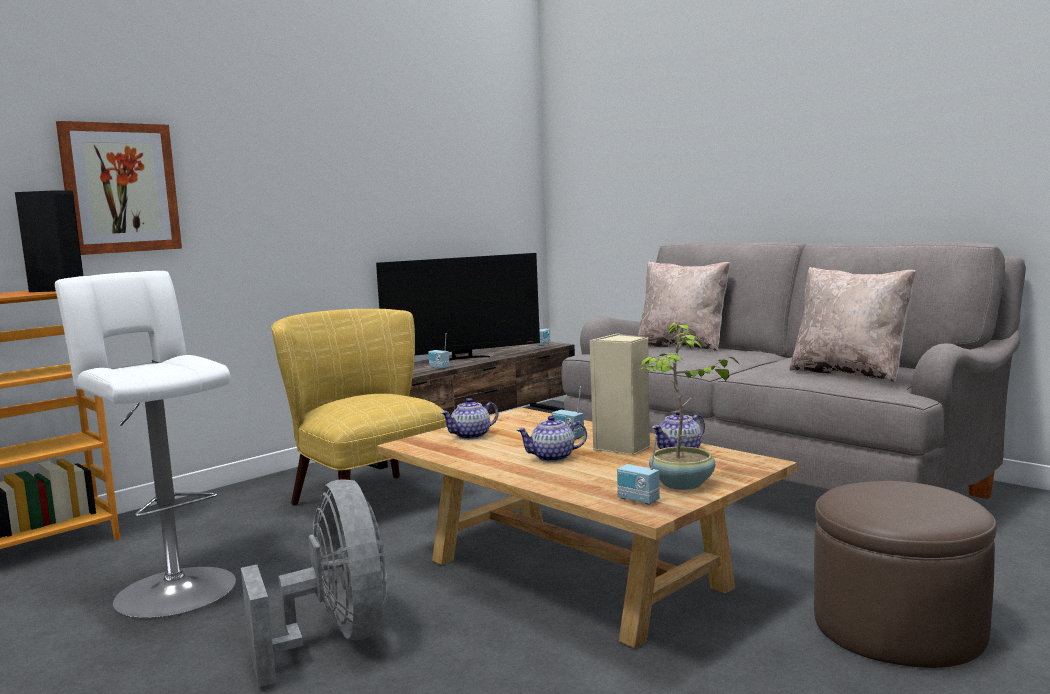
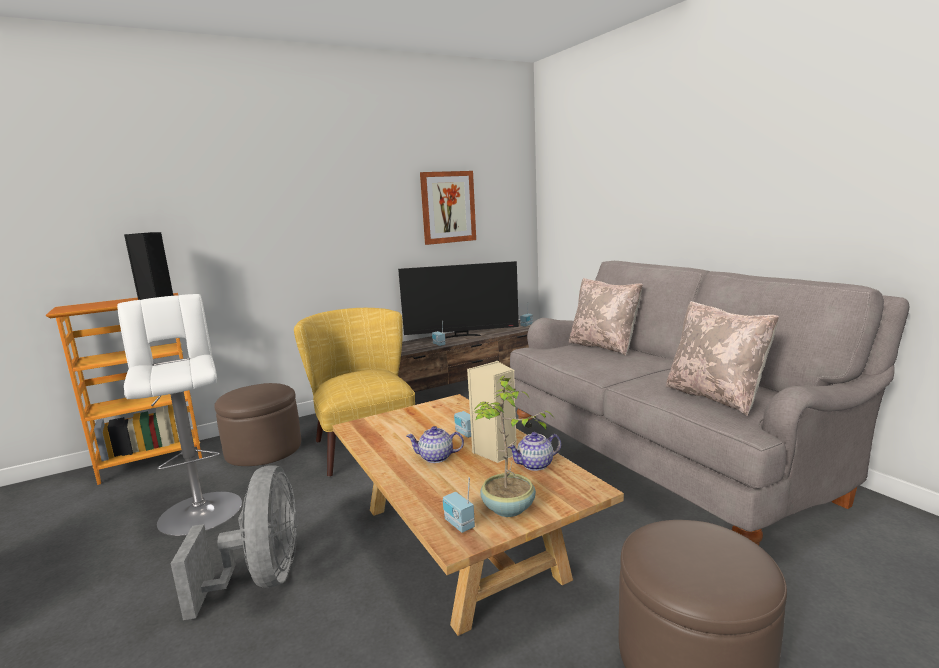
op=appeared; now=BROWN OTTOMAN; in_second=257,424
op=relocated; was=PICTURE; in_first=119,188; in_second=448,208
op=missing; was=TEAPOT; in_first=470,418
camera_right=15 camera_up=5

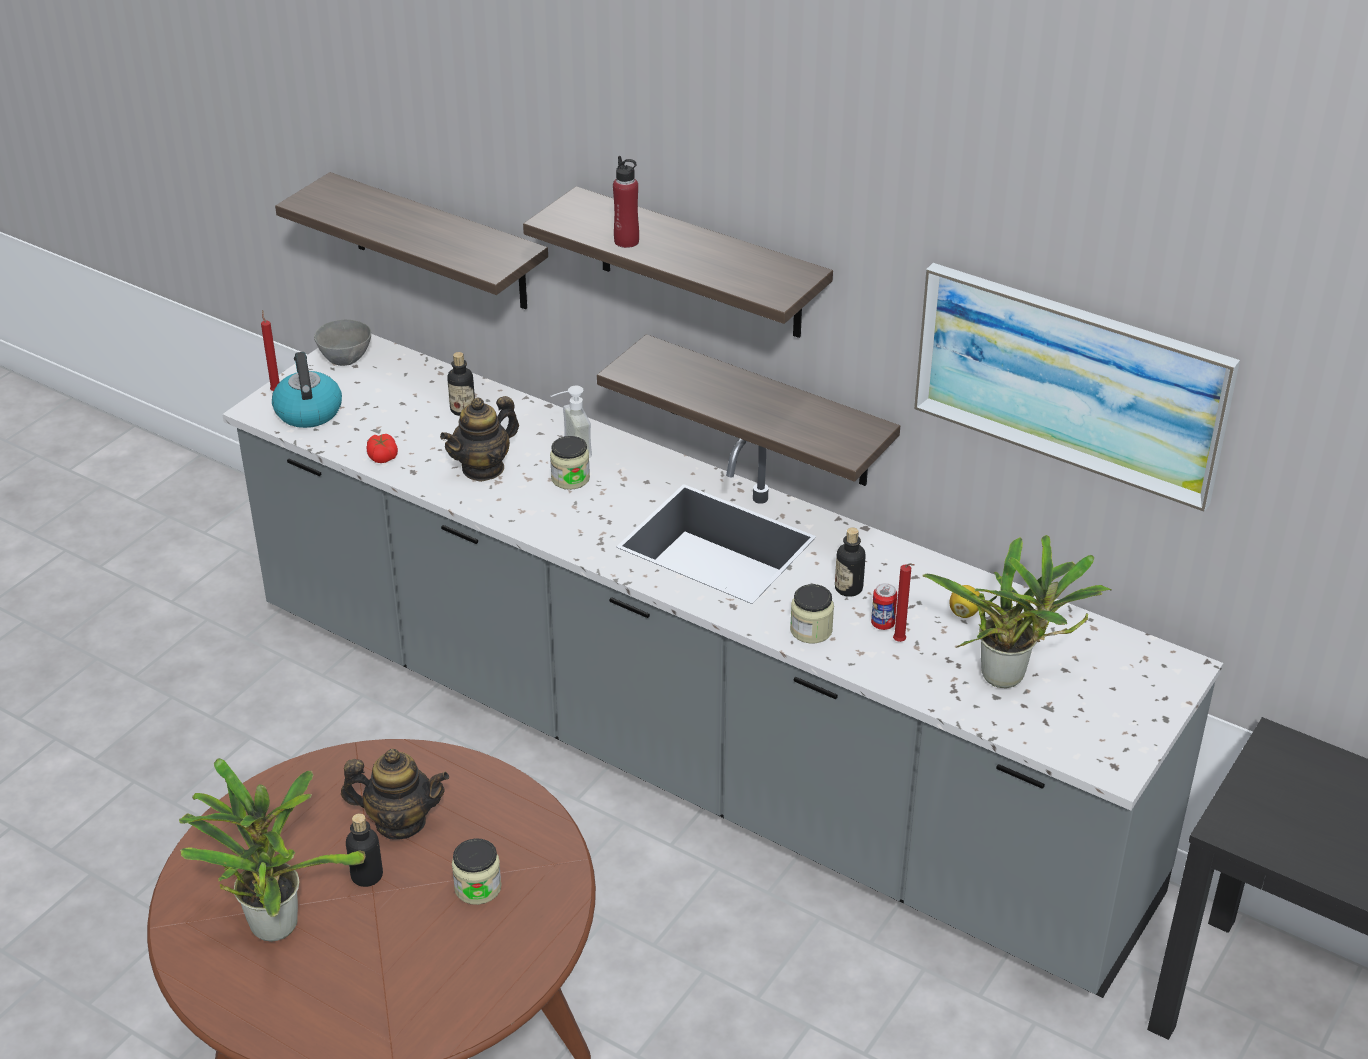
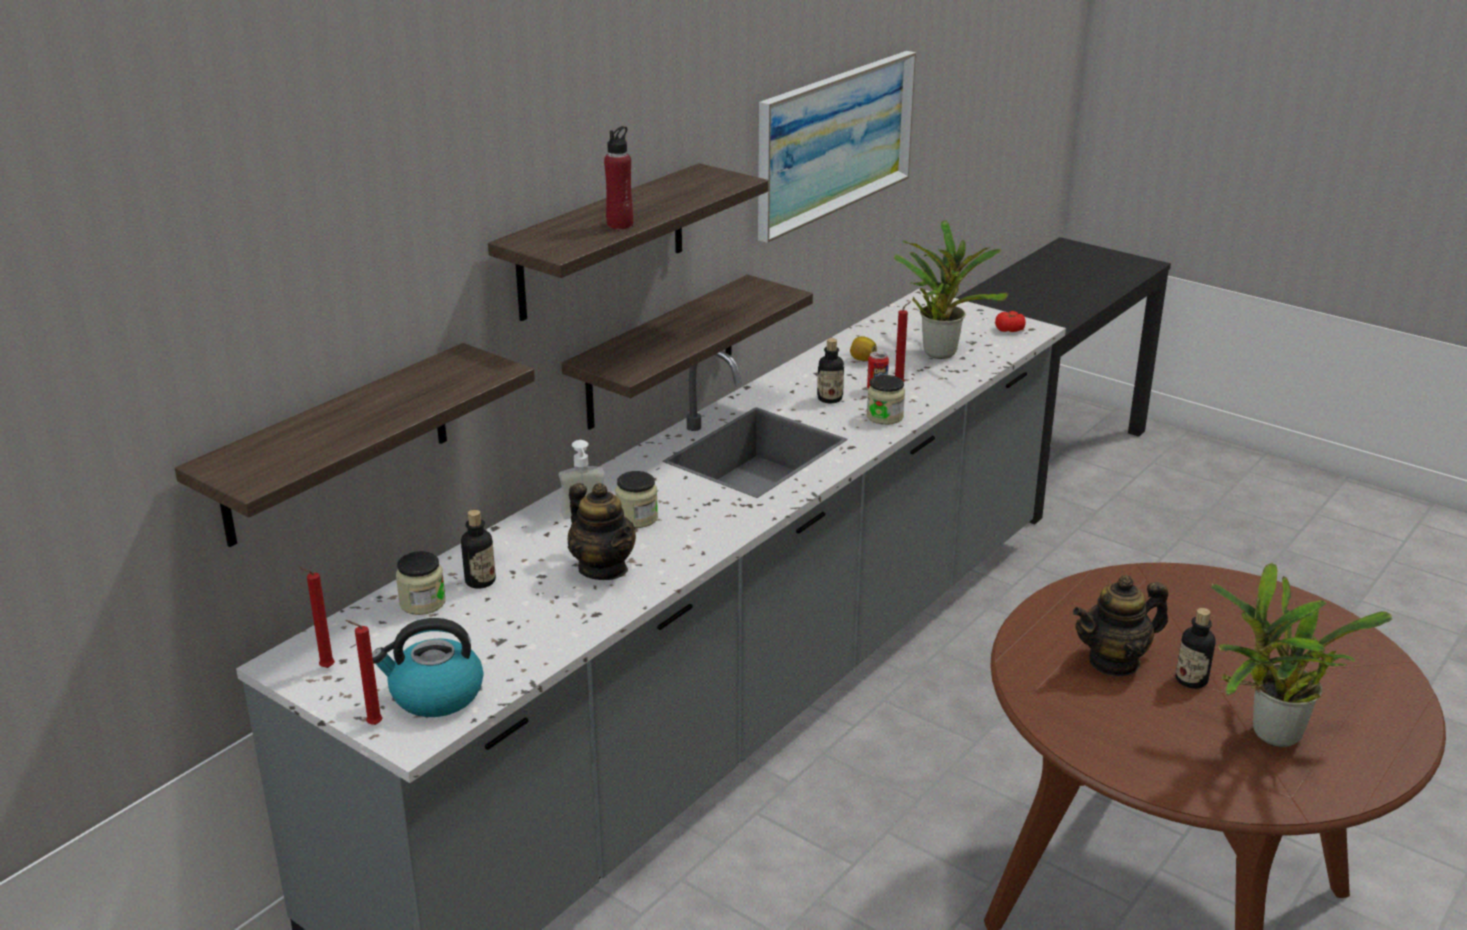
op=exchanged; was=GREY BOWL; now=RED CANDLE; in_first=342,343; in_second=316,617
op=relocated; was=JAR; in_first=477,871; in_second=421,583
op=relocated; was=TOMATO; in_first=382,448; in_second=1010,321
op=spun; was=TEAPOT; in_first=395,794; in_second=1120,625; clockwise=-120
camera_right=-85 camera_up=-10

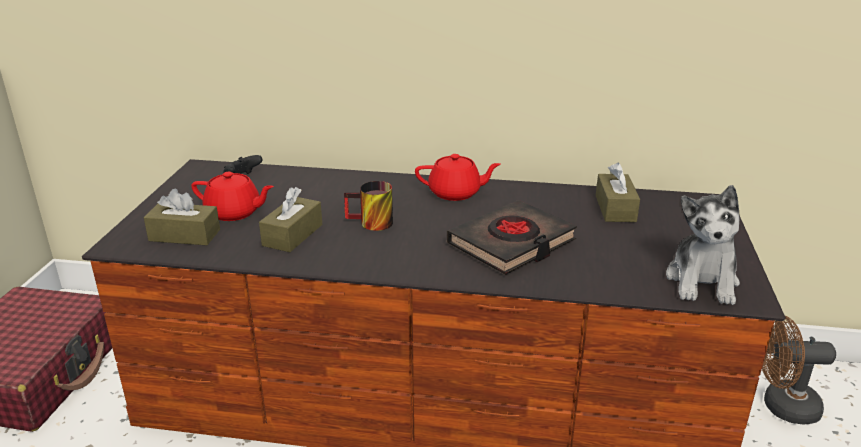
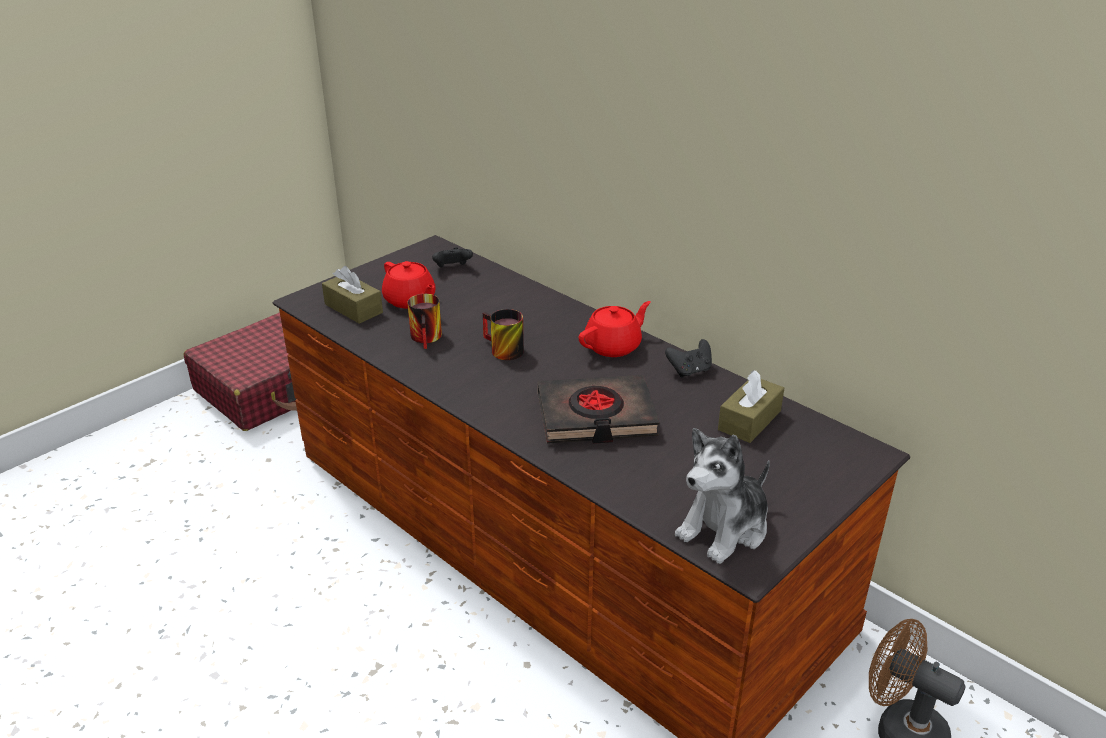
op=exchanged; was=BROWN TISSUE BOX; now=MUG; in_first=290,219; in_second=424,321
op=spun; was=RED TEAPOT; in_first=458,177; in_second=615,329; clockwise=-75
op=appeared; now=BLACK GAME CONTROLLER; in_second=688,358
camera_right=35 camera_up=5

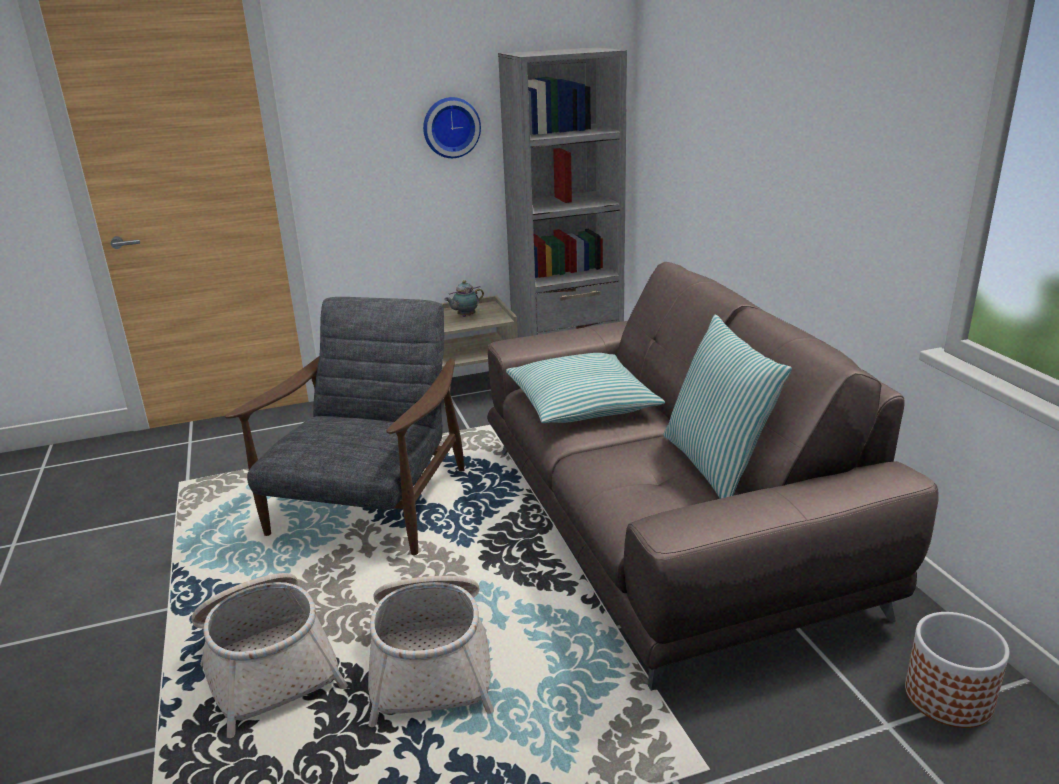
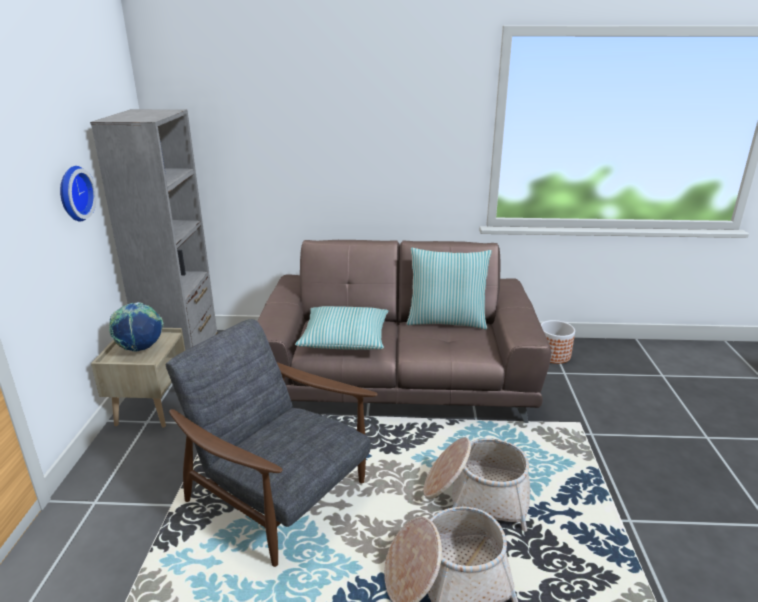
op=exchanged; was=TEAPOT; now=GLOBE; in_first=464,298; in_second=136,327
camera_right=-70 camera_up=0

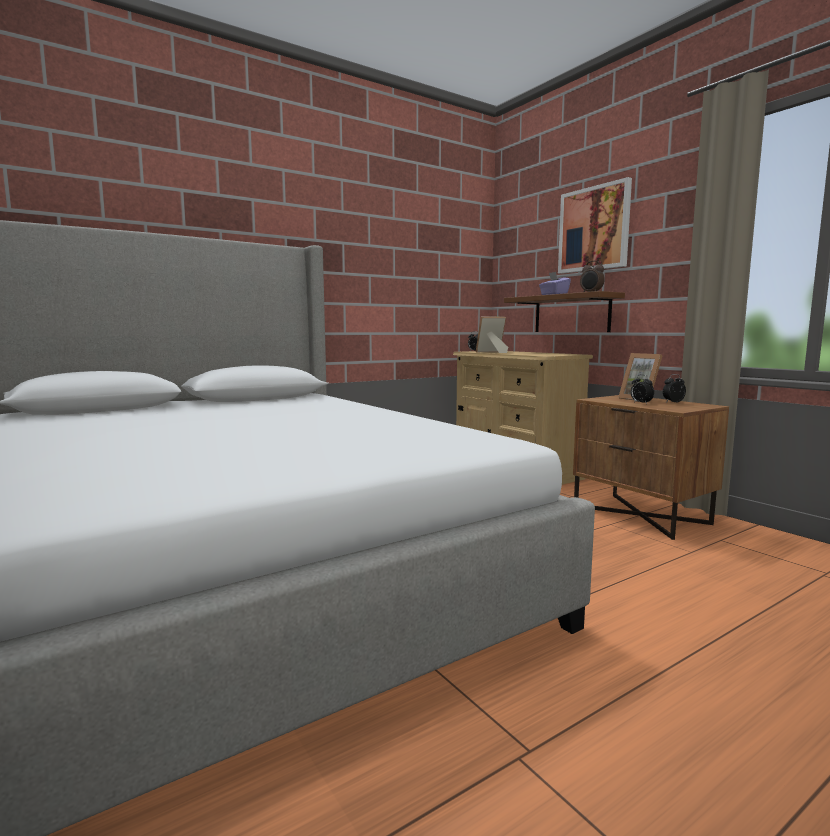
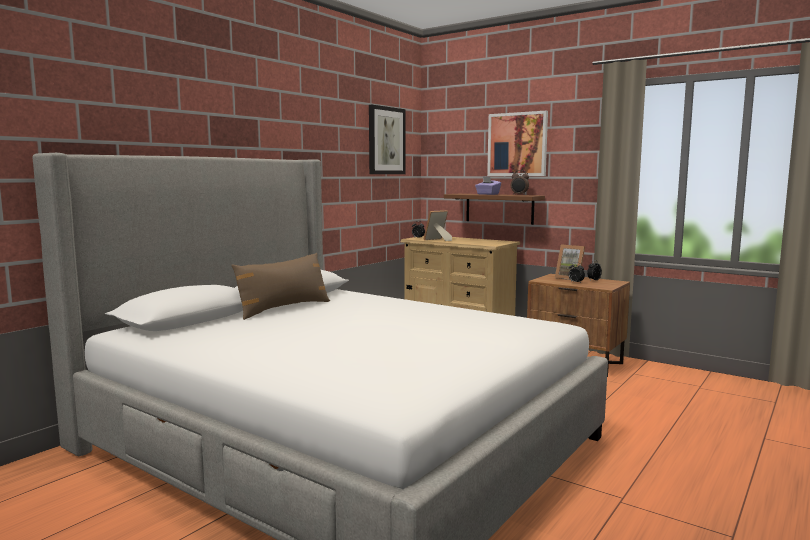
op=appeared; now=BROWN PILLOW; in_second=280,286
op=appeared; now=PICTURE; in_second=387,139
camera_right=-20 camera_up=0

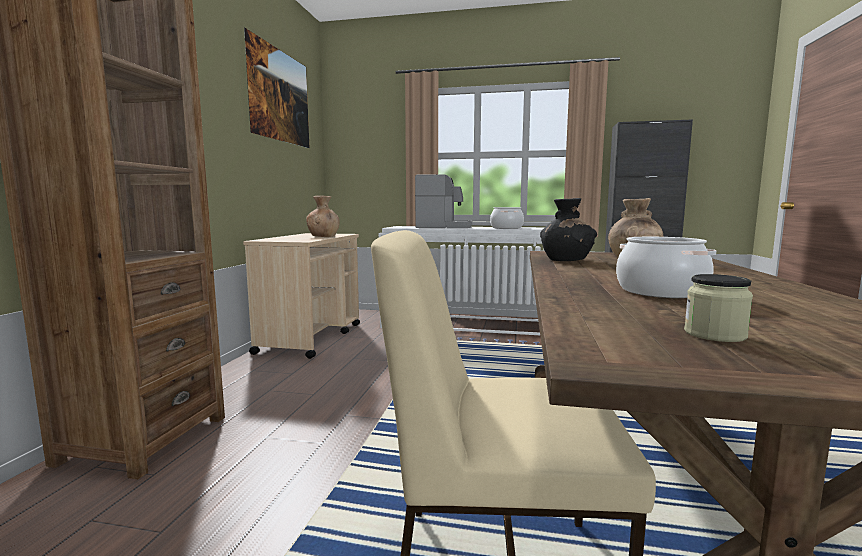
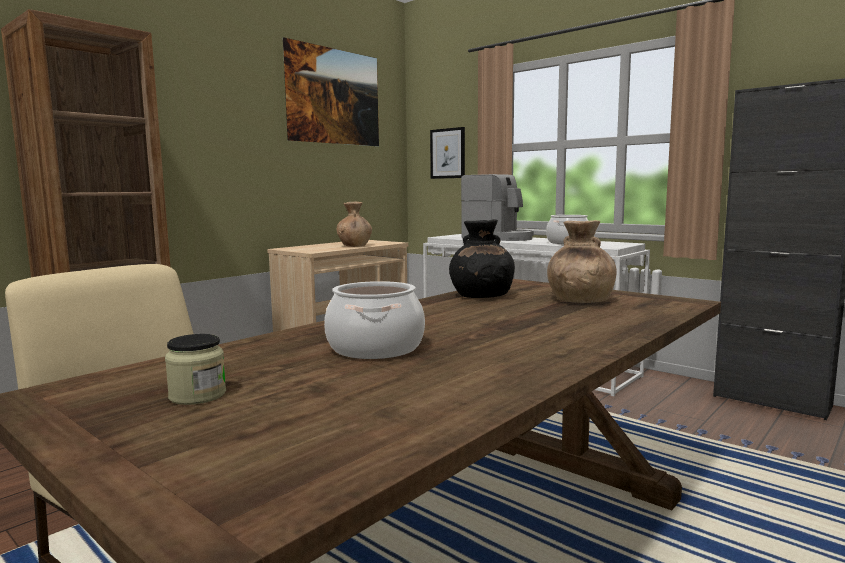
op=appeared; now=PICTURE; in_second=447,153
camera_right=30 camera_up=0

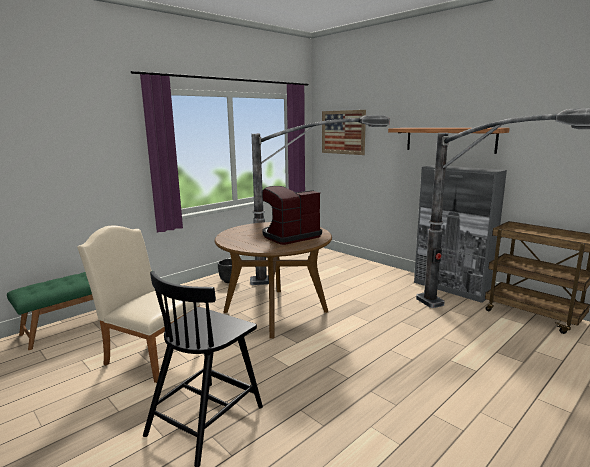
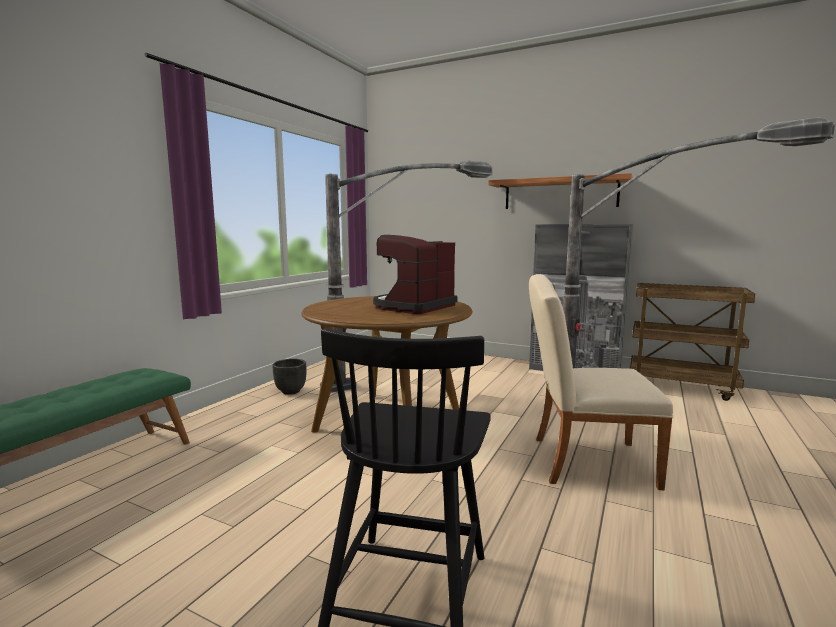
op=relocated; was=BEIGE CHAIR; in_first=138,304; in_second=601,382
op=missing; was=PICTURE; in_first=344,132
camera_right=-20 camera_up=-5

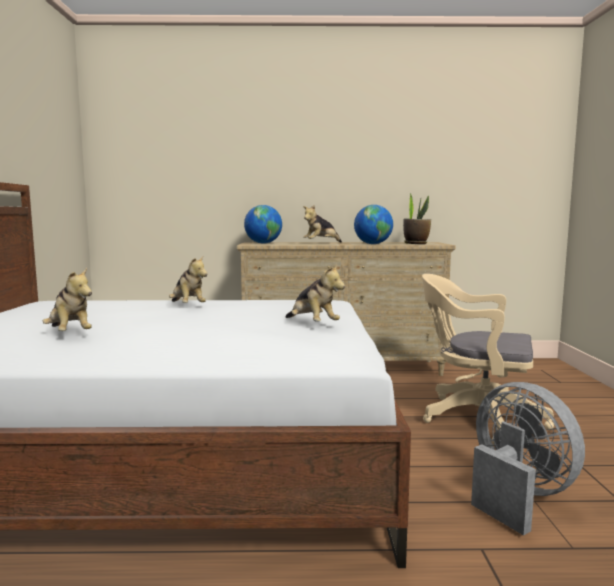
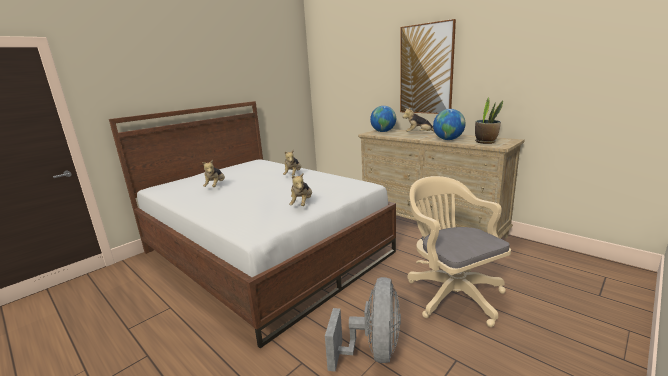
op=appeared; now=PICTURE; in_second=428,66
camera_right=45 camera_up=10

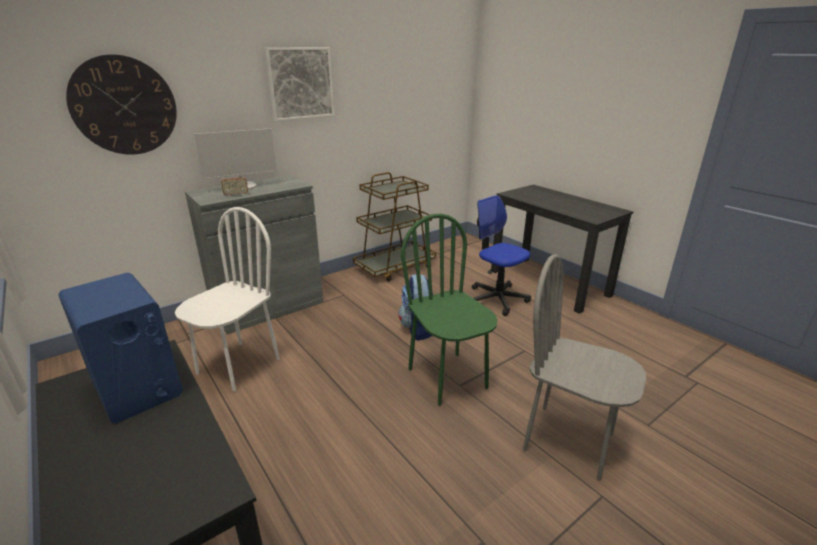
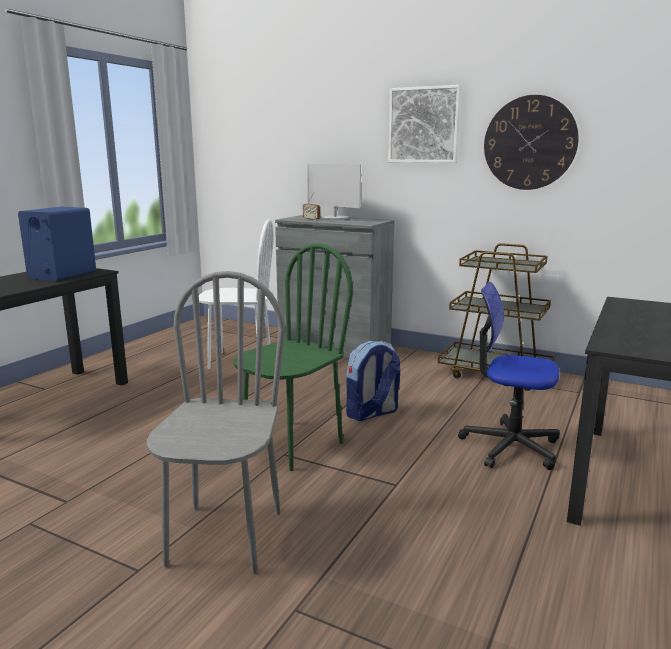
op=spun; was=OFFICE CHAIR; in_first=501,255; in_second=509,376; clockwise=-90
op=relocated; was=WALL CLOCK; in_first=121,104; in_second=531,142
camera_right=65 camera_up=-10

